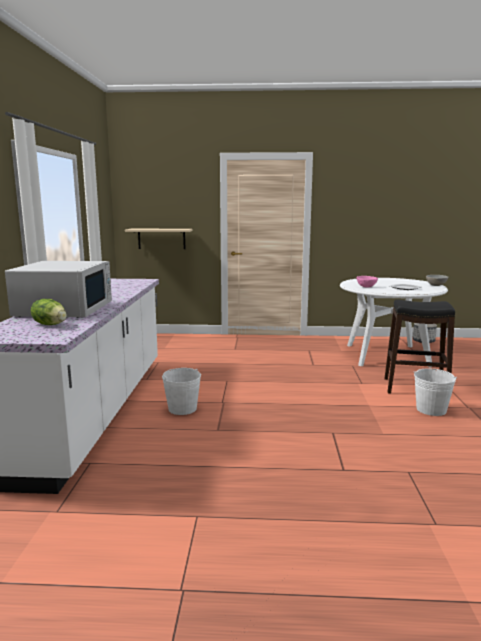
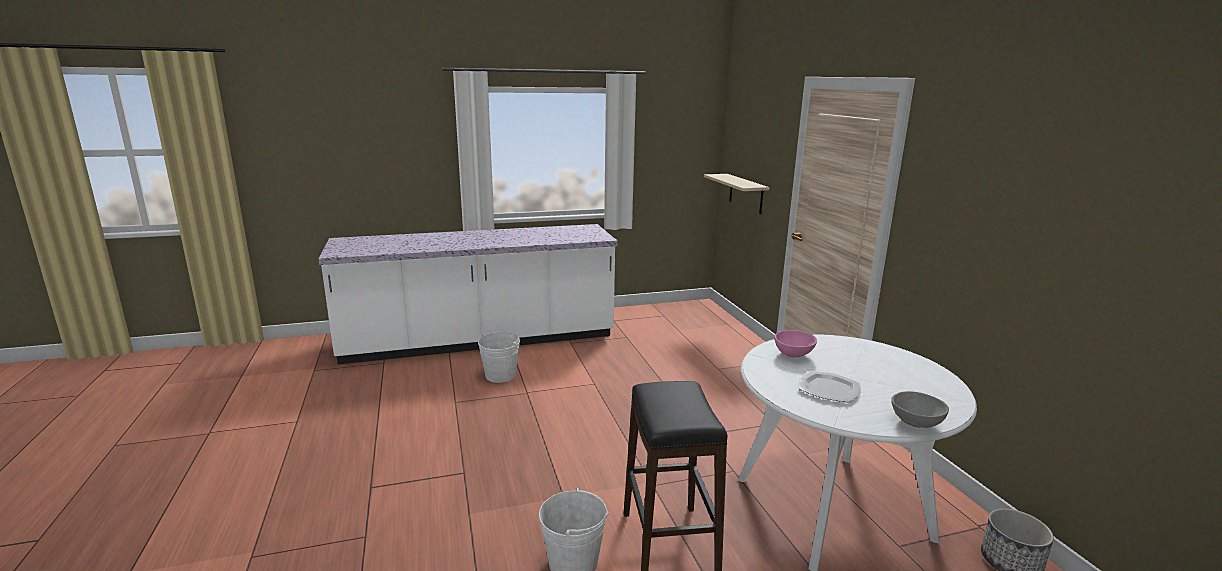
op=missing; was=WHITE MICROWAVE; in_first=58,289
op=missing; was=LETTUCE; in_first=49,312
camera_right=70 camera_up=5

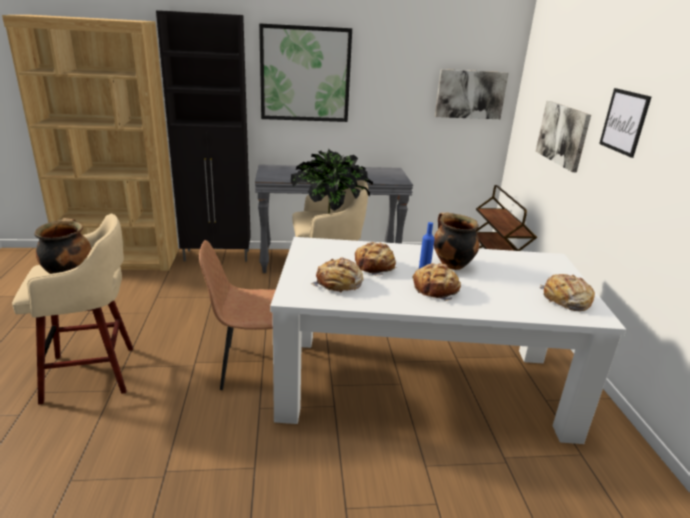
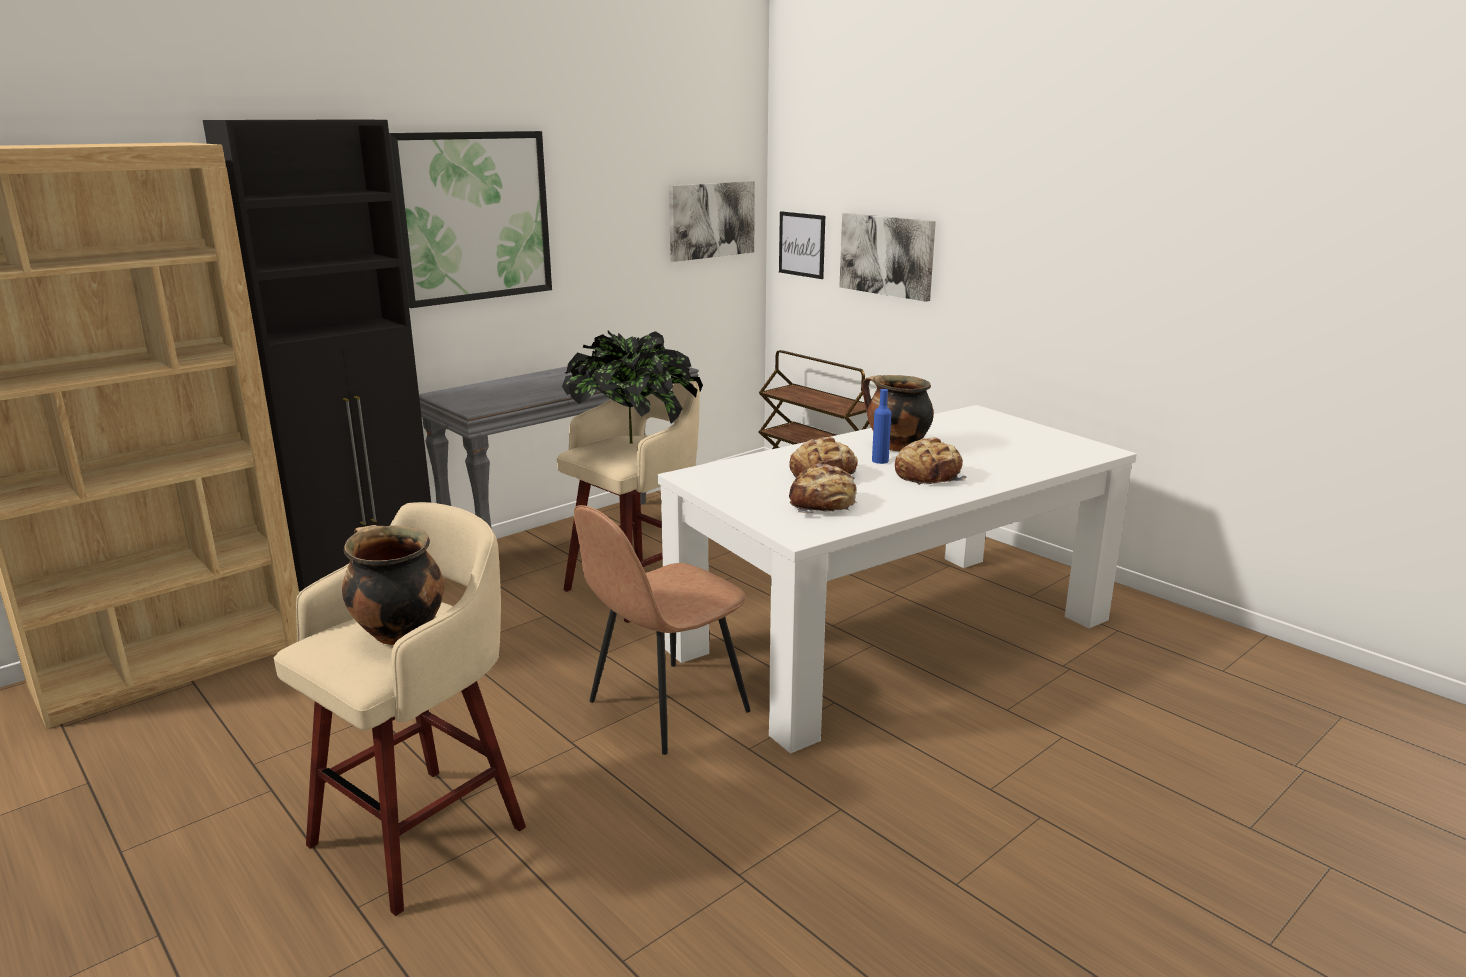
op=relocated; was=PICTURE; in_first=625,123; in_second=802,245
op=missing; was=BREAD; in_first=567,292
camera_right=-35 camera_up=-5

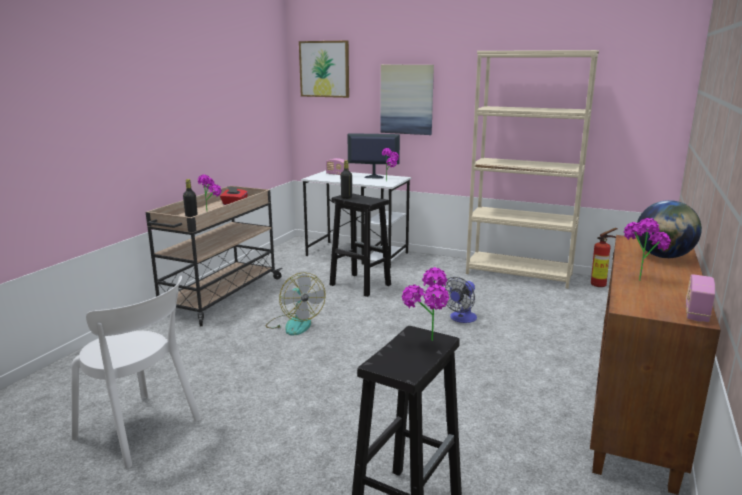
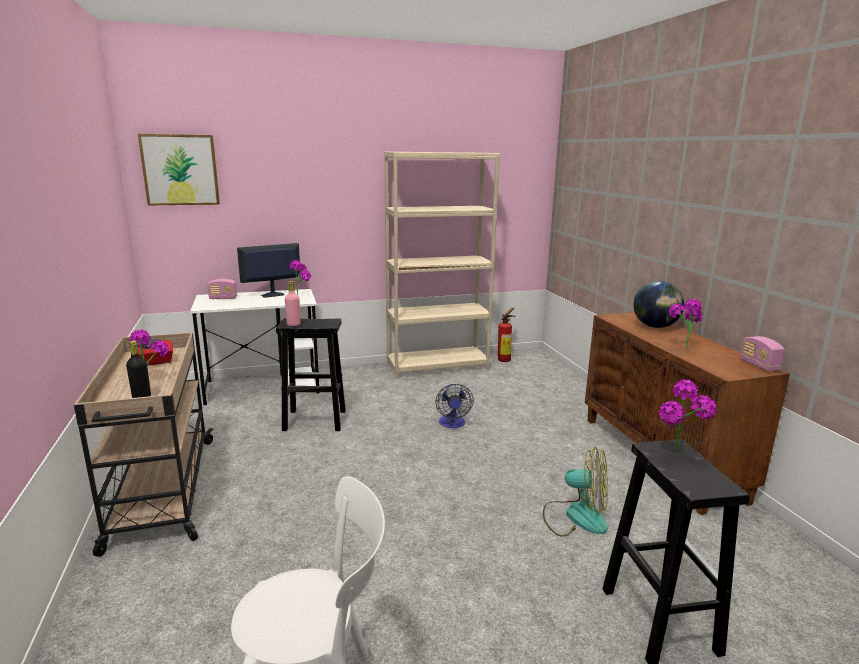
op=colour; was=BLACK BOTTLE; now=PINK BOTTLE; in_first=346,179; in_second=293,303
op=relocated; was=FAN; in_first=296,304; in_second=575,492
op=missing; was=PICTURE; in_first=407,100
camera_right=-40 camera_up=0

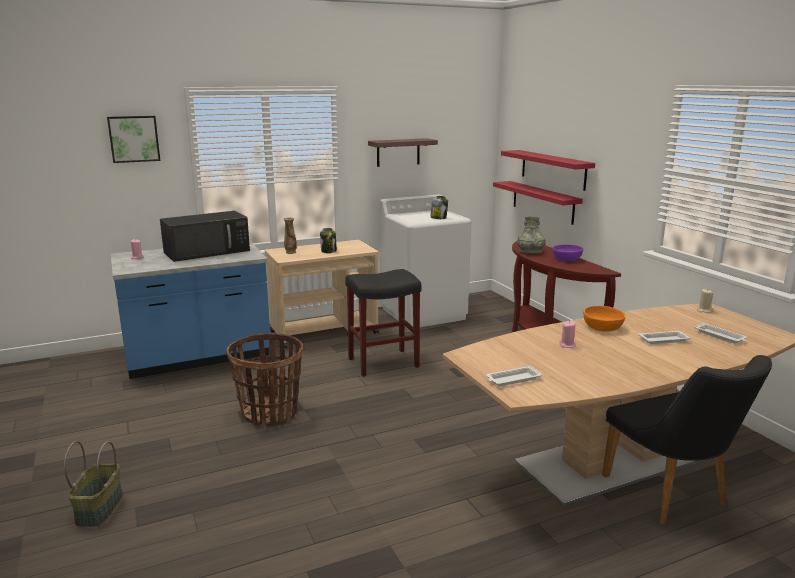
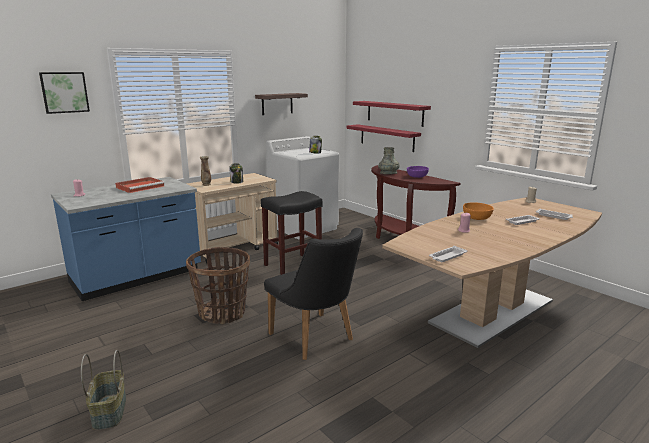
op=exchanged; was=BLACK MICROWAVE; now=RED TRAY; in_first=205,236; in_second=140,185
op=relocated; was=BLACK CHAIR; in_first=687,440; in_second=313,294
camera_right=-15 camera_up=0

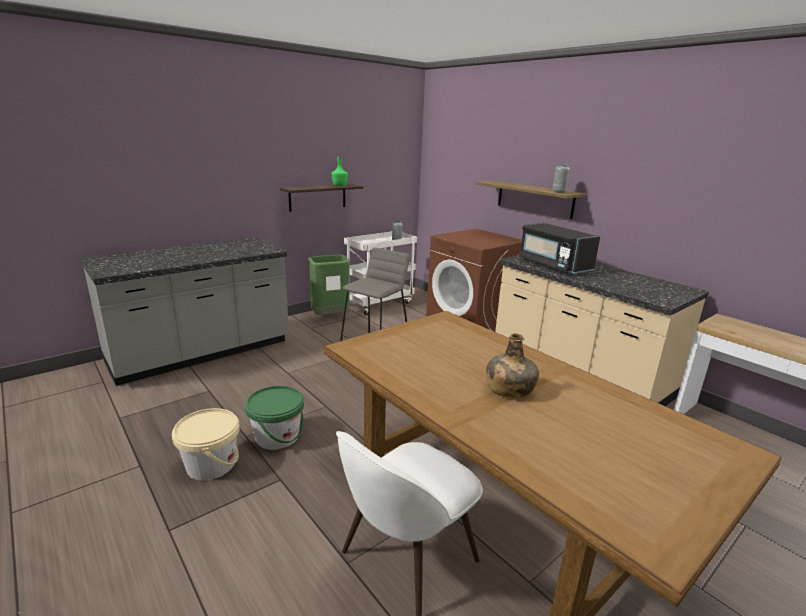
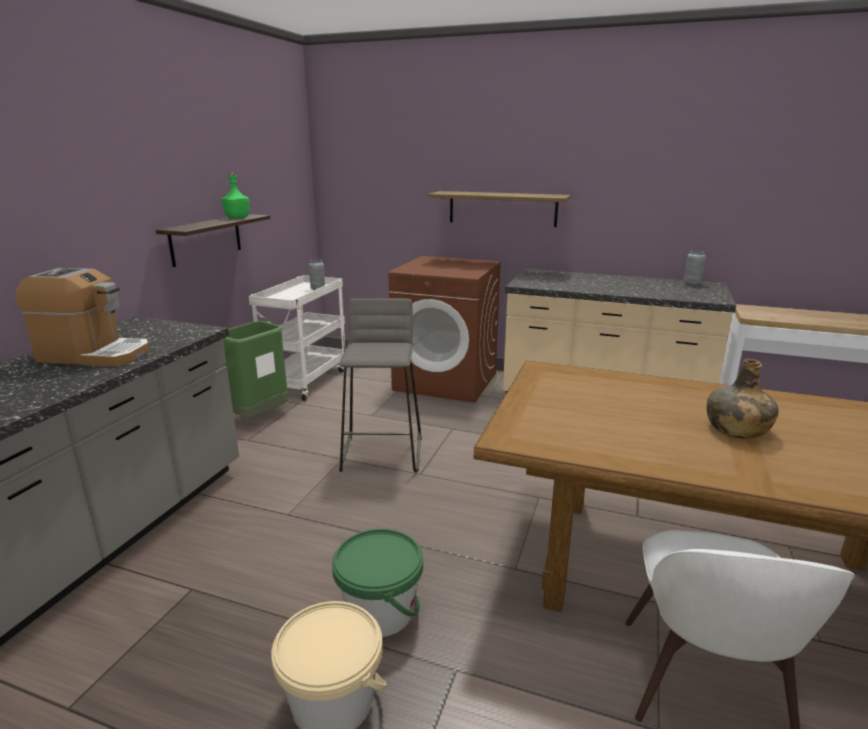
op=appeared; now=COFFEE MACHINE; in_second=83,317
op=relocated; was=GREY VASE; in_first=561,178; in_second=695,268
op=missing; was=BLACK MICROWAVE; in_first=559,248
camera_right=-30 camera_up=0

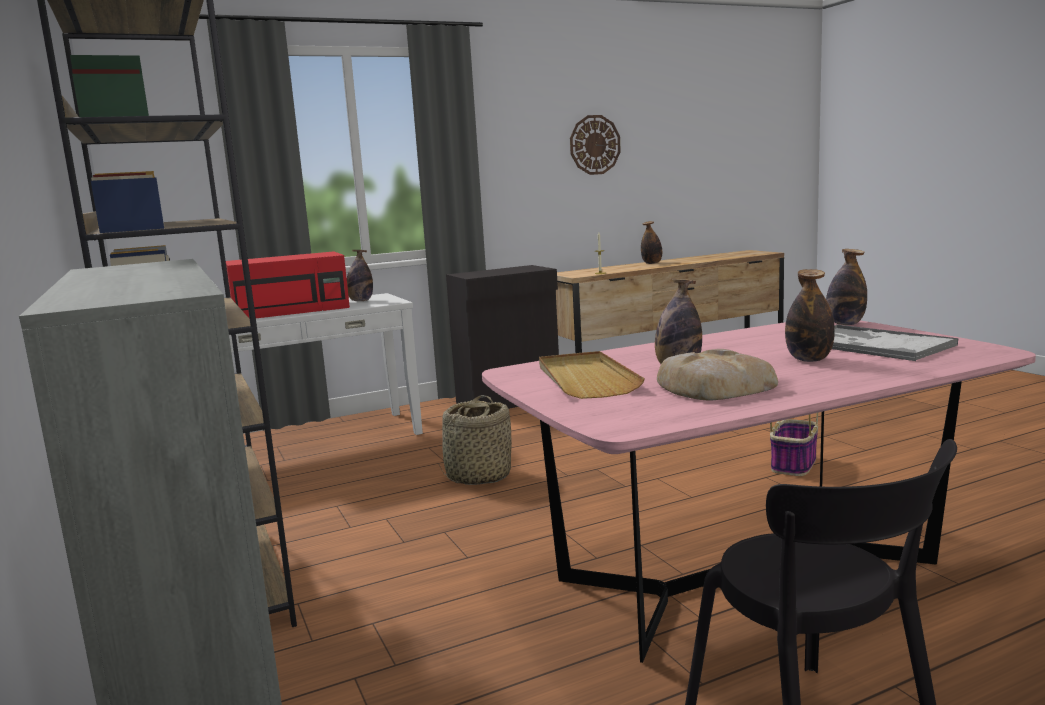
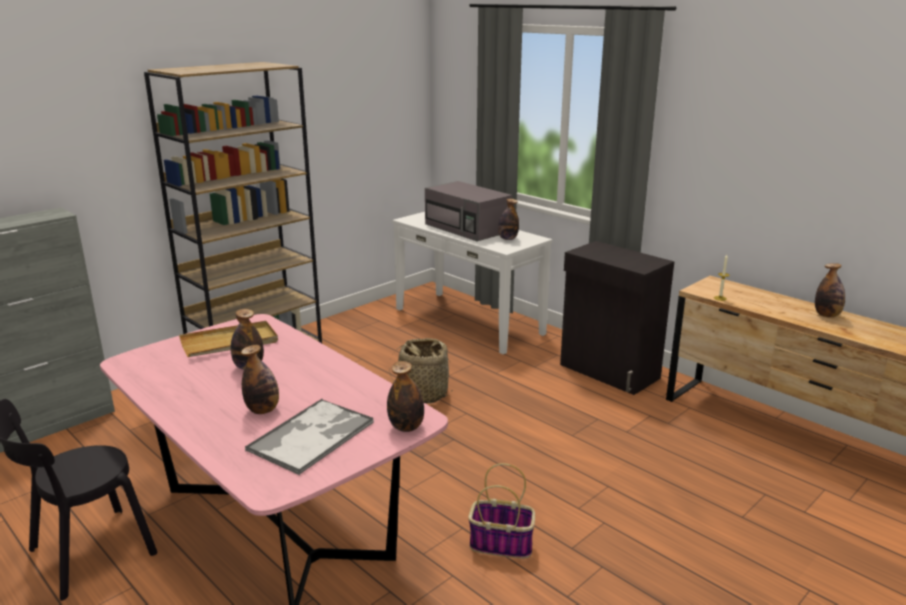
op=colour; was=RED MICROWAVE; now=GREY MICROWAVE; in_first=288,285; in_second=468,211
op=missing; was=WALL CLOCK; in_first=595,145
op=missing; was=BREAD; in_first=717,374
camera_right=70 camera_up=10

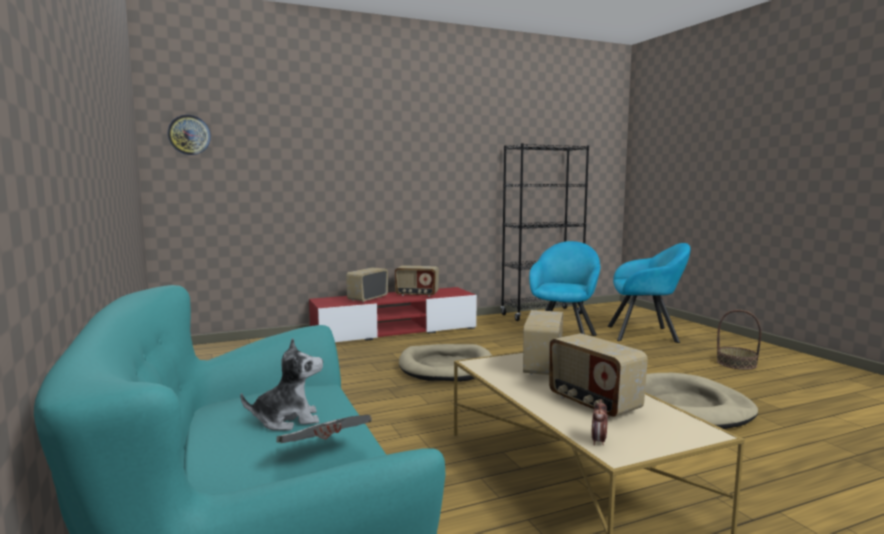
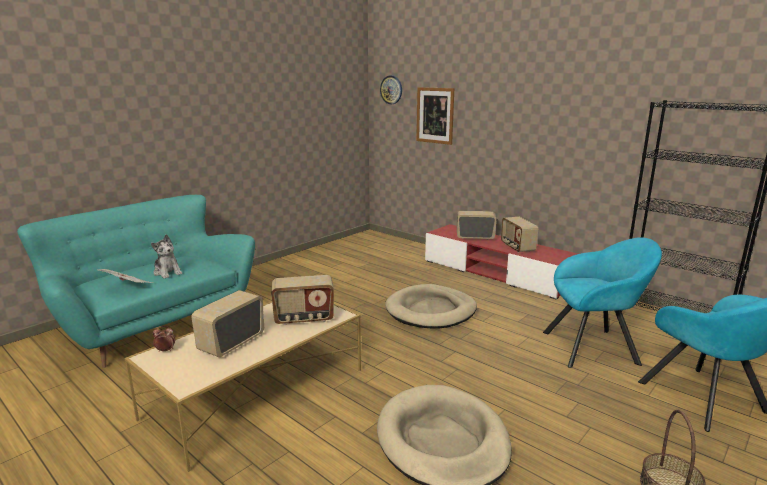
op=appeared; now=PICTURE; in_second=435,116
camera_right=65 camera_up=10

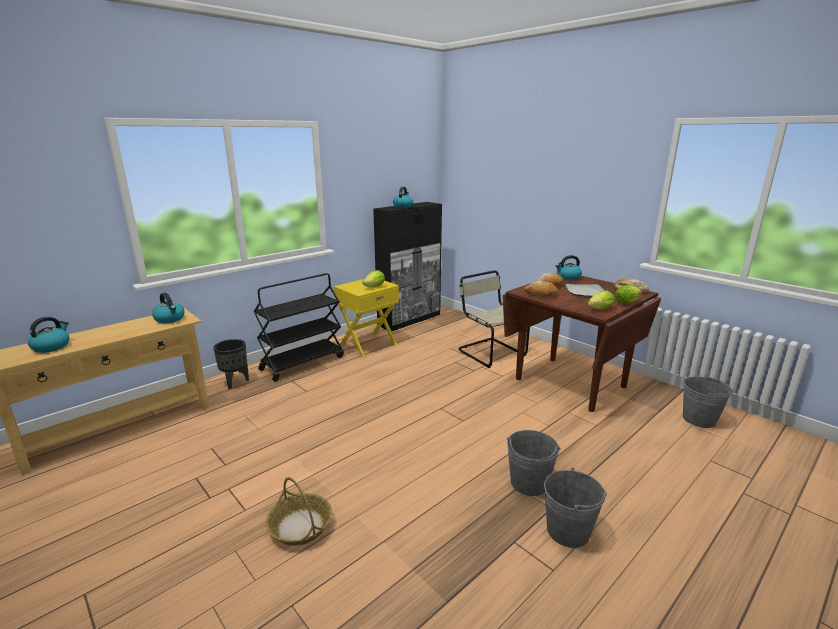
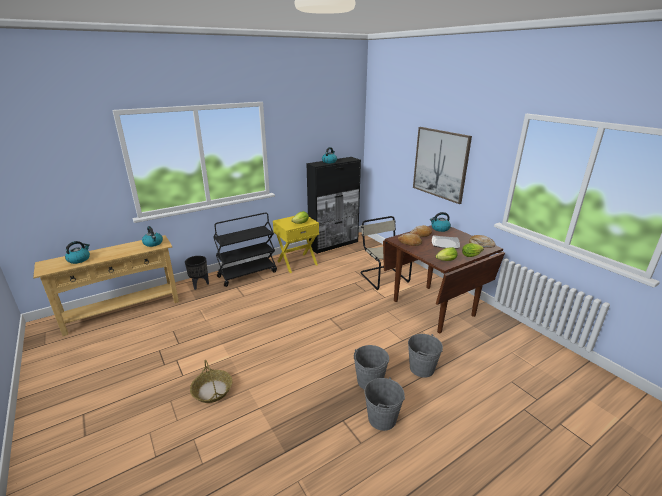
op=relocated; was=GREY BUCKET; in_first=708,401; in_second=425,356
op=appeared; now=PICTURE; in_second=442,165
camera_right=10 camera_up=5

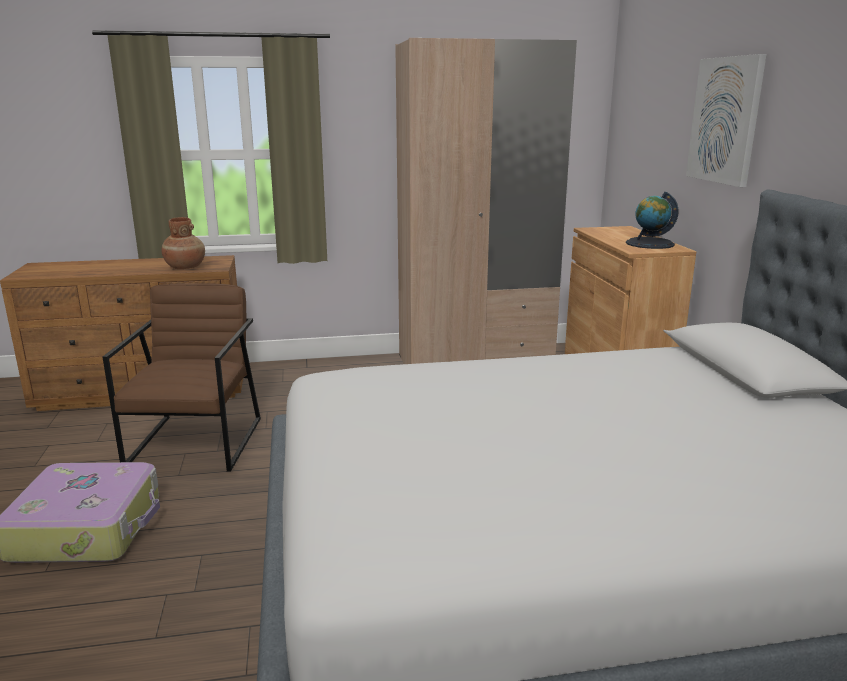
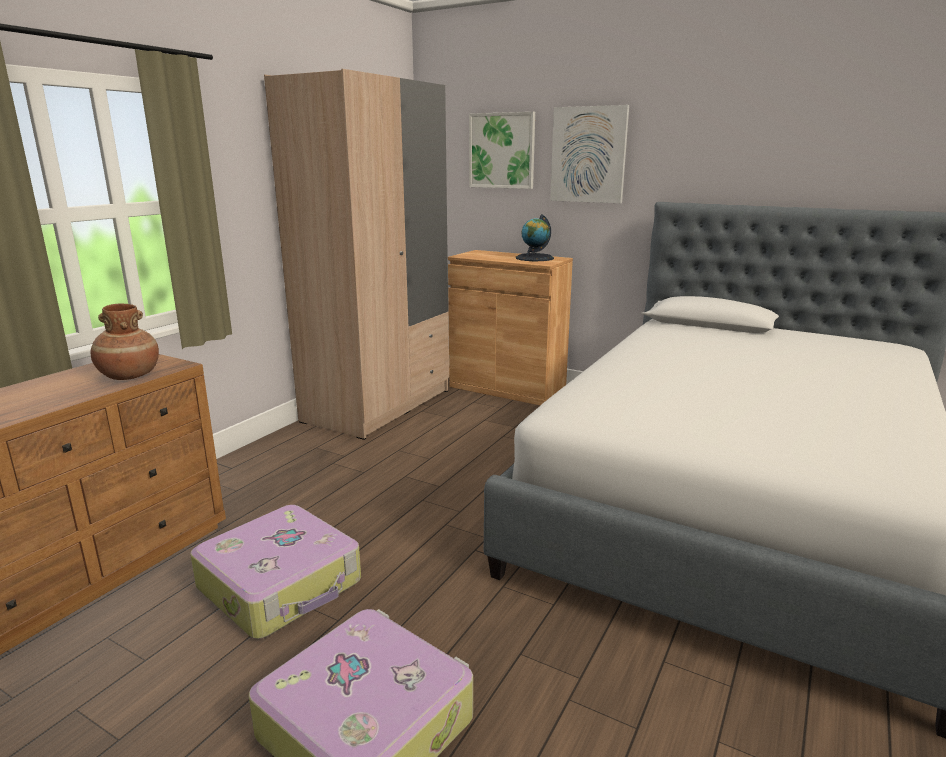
op=exchanged; was=BROWN ARMCHAIR; now=SUITCASE; in_first=182,377; in_second=275,572
op=appeared; now=PICTURE; in_second=502,150
camera_right=-50 camera_up=0

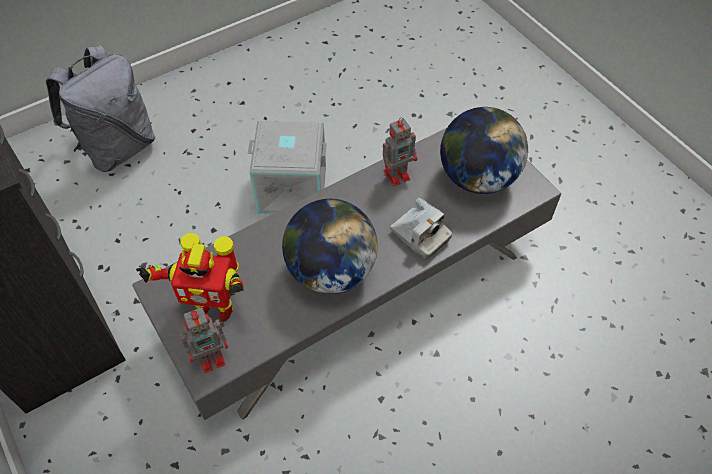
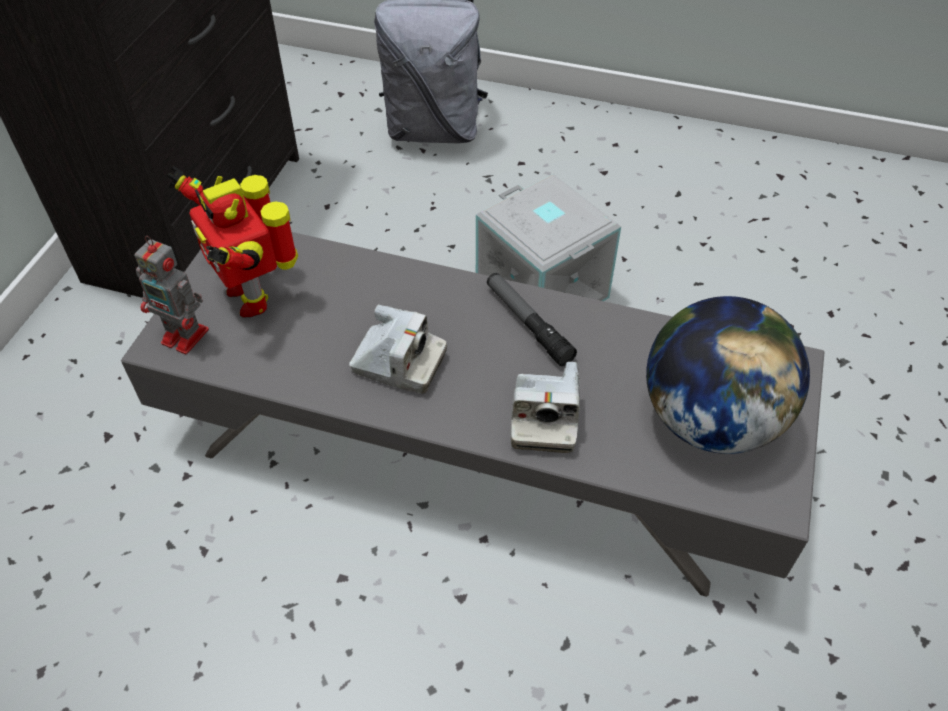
op=exchanged; was=GLOBE; now=PHOTO CAMERA; in_first=330,246; in_second=398,349
op=appeared; now=FLASHLIGHT; in_second=532,319
op=missing; was=TOY ROBOT; in_first=400,151
camera_right=50 camera_up=-5

